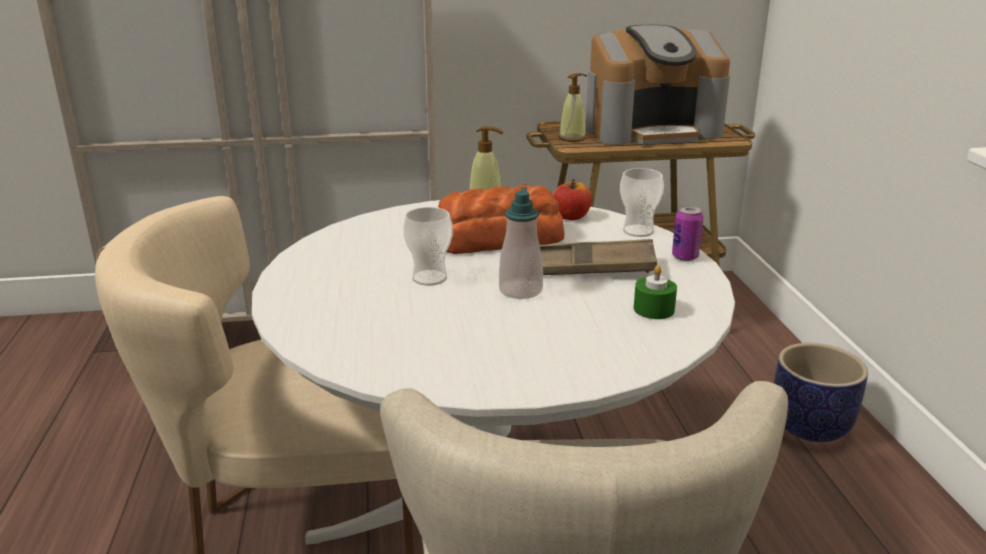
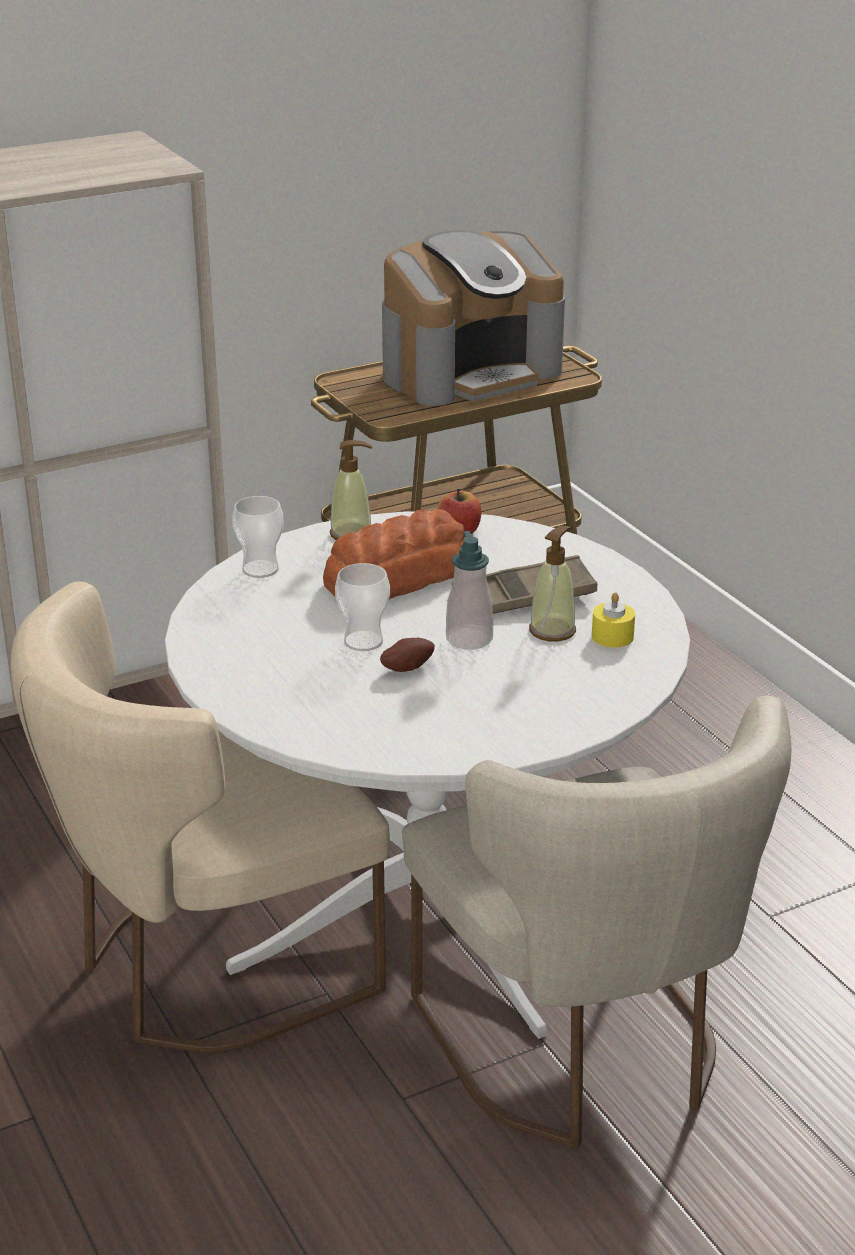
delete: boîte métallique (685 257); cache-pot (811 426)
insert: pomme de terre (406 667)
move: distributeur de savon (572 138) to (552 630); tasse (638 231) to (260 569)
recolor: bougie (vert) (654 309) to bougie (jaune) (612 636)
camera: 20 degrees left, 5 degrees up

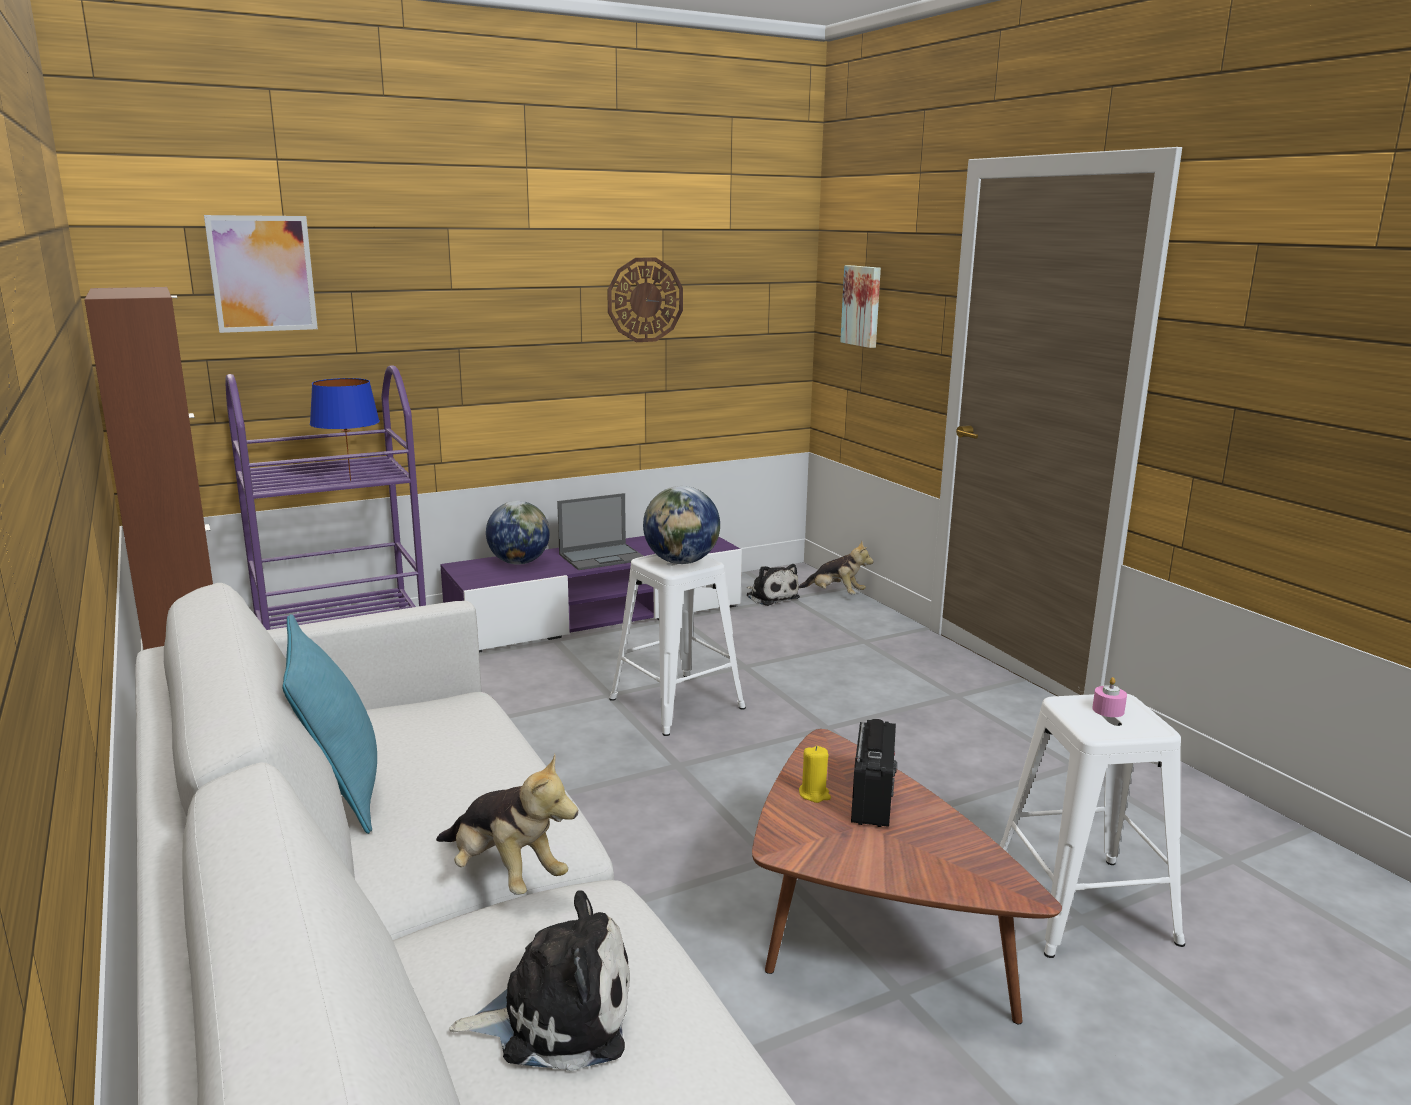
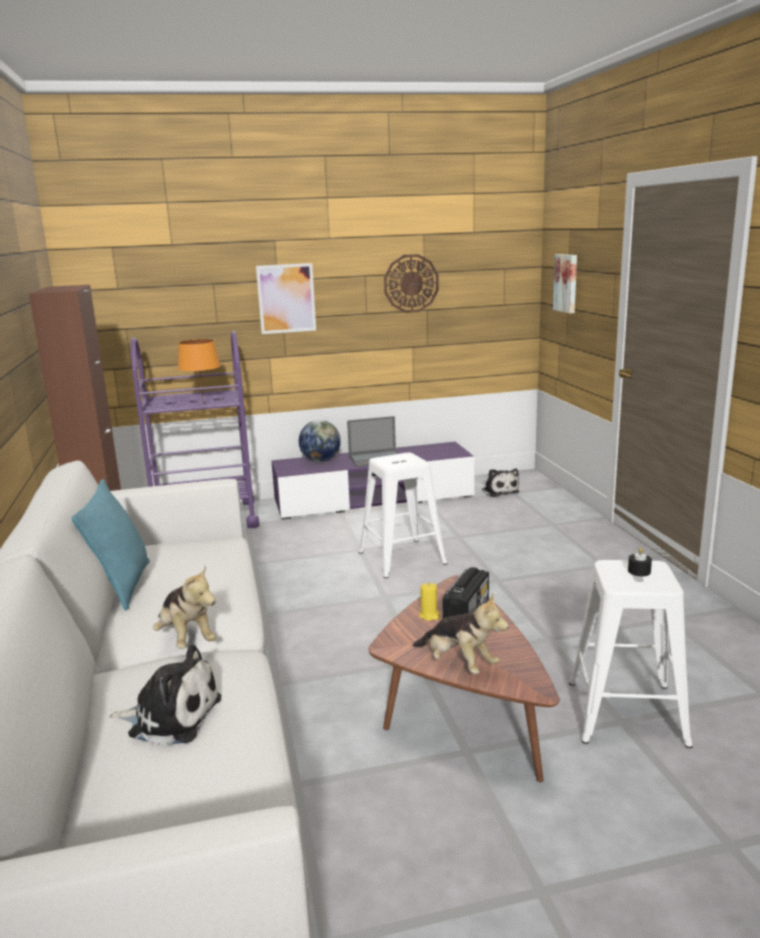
delete: globe (681 562)
move: tableau (262 274) to (286 298); peluche (835 594) to (458 664)
recolor: lampe de table (bleu) (350 481) to lampe de table (orange) (203 404); bougie (rose) (1108 710) to bougie (noir) (639 571)
camera: 15 degrees right, 0 degrees up

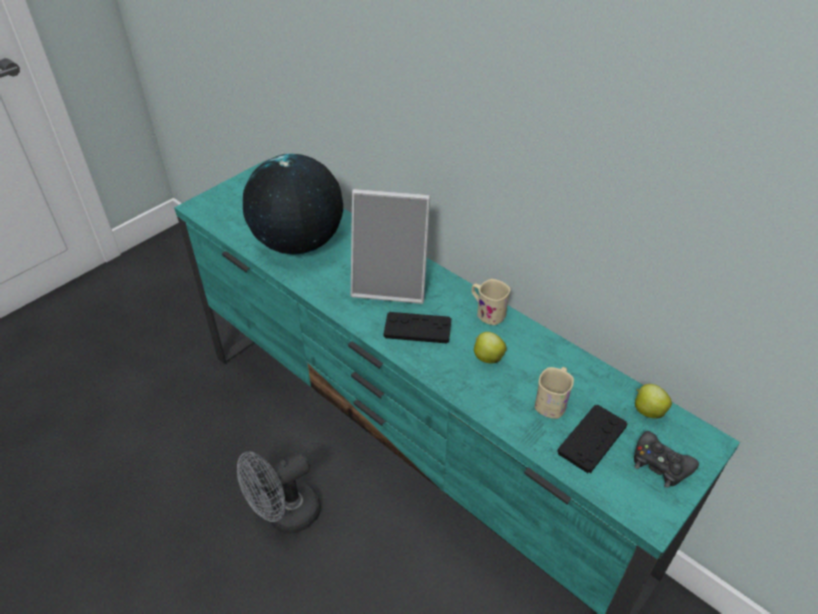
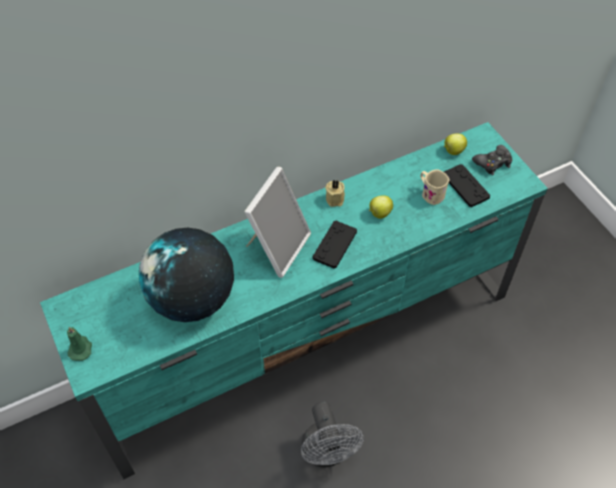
insert: bougie (vert) (80 348)
replace: mug (beige) (487 312) to bougie (beige) (335 198)
camera: 70 degrees left, 10 degrees up

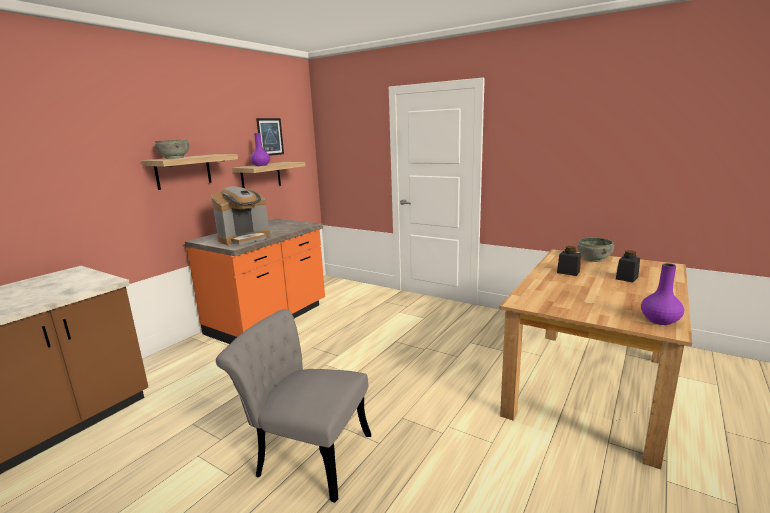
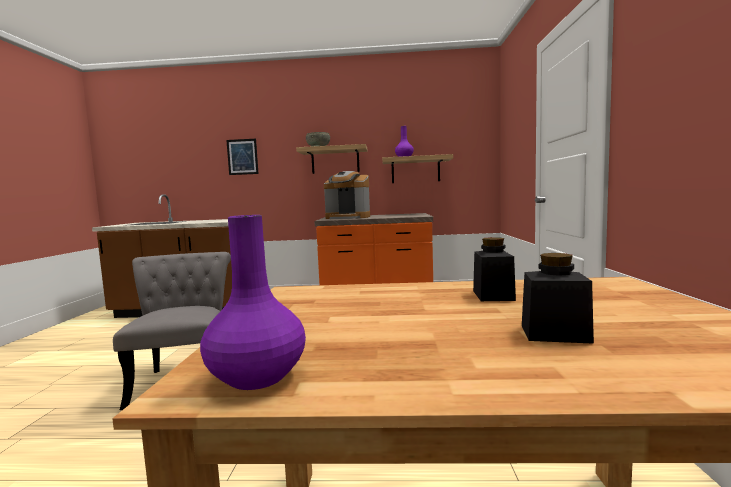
delete: bol (gris) (594 259)
move: tableau (270 137) to (242 157)
camera: 60 degrees right, 10 degrees down

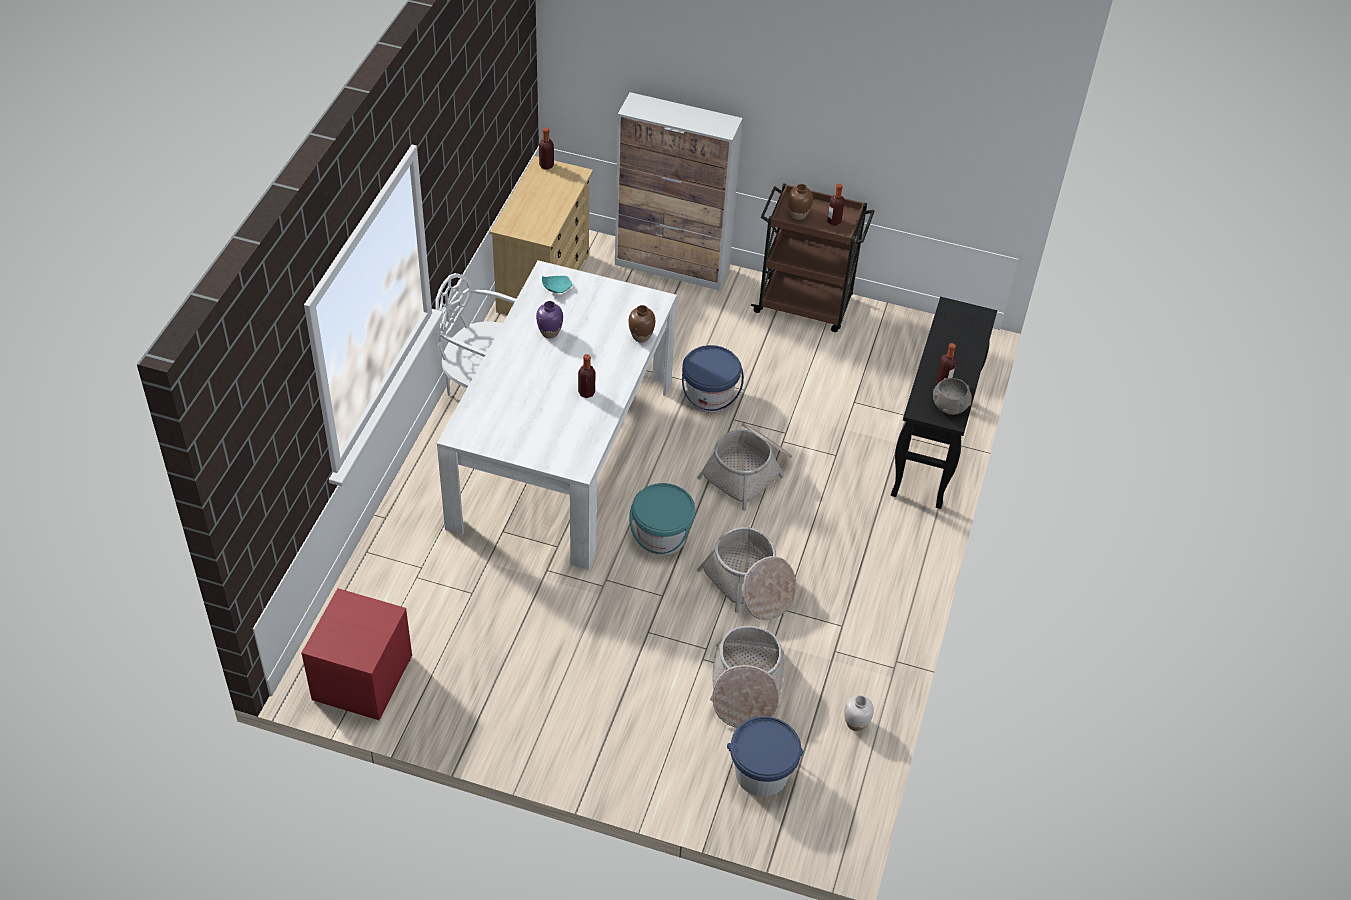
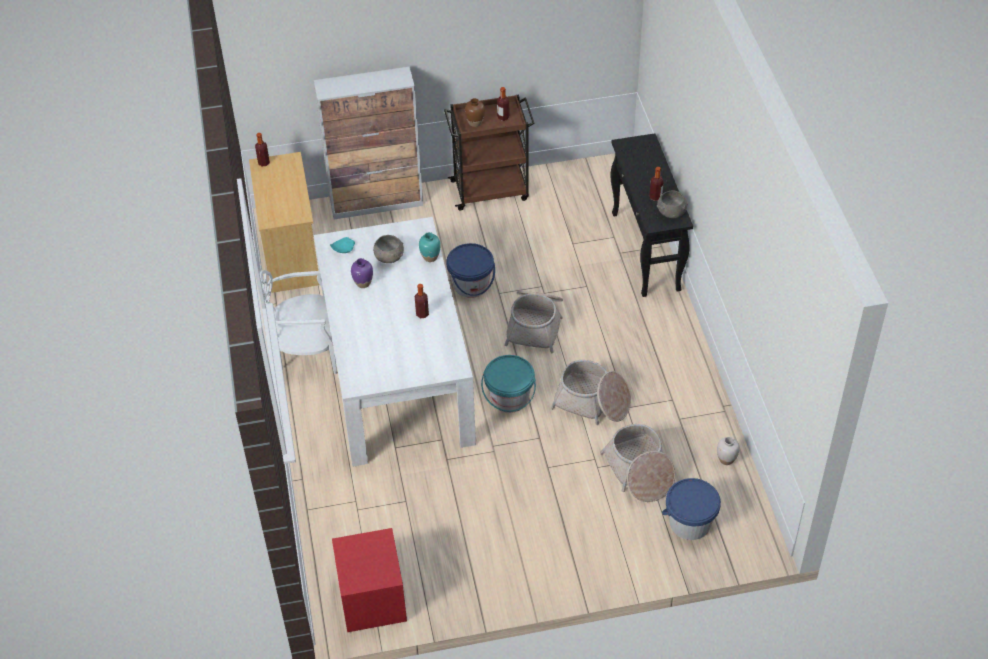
insert: bol (gris) (389 257)
recolor: vase (marron) (641 337) to vase (turquoise) (430 257)
camera: 25 degrees left, 0 degrees up

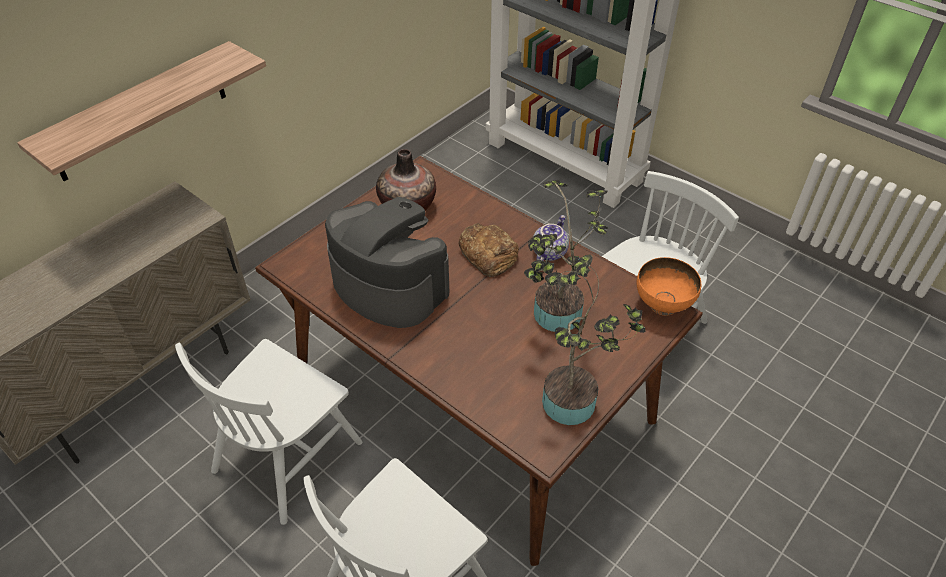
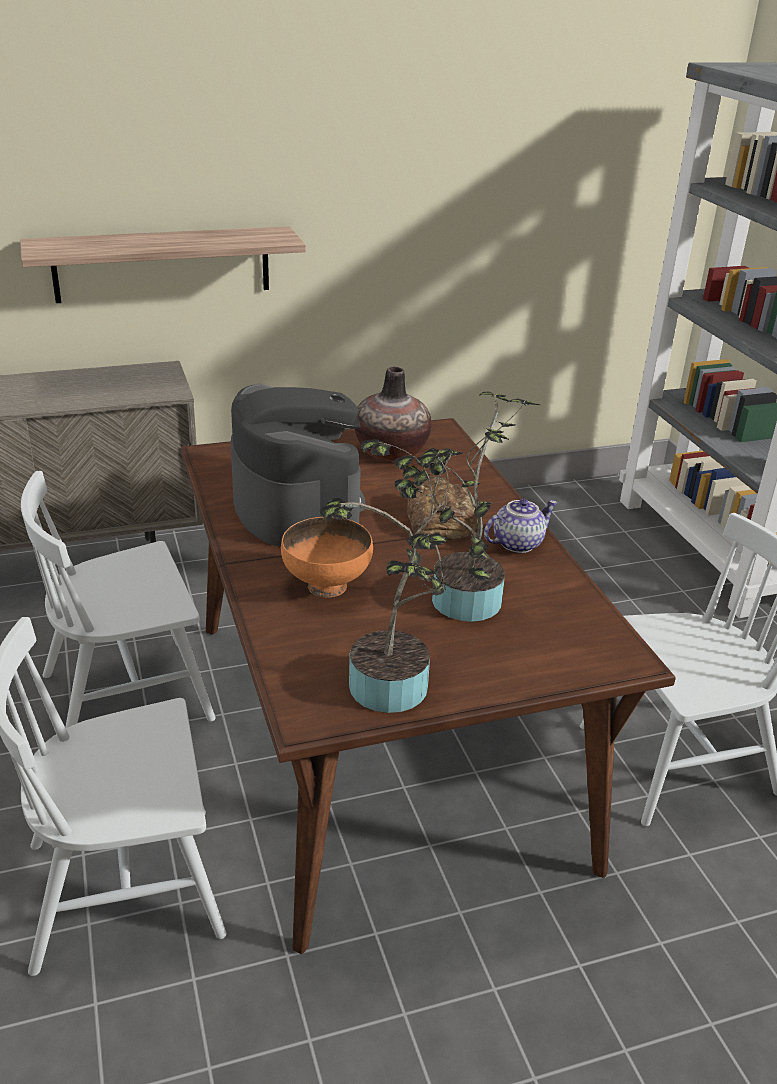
move: bol (orange) (662 305) to (327 585)
camera: 30 degrees right, 15 degrees down

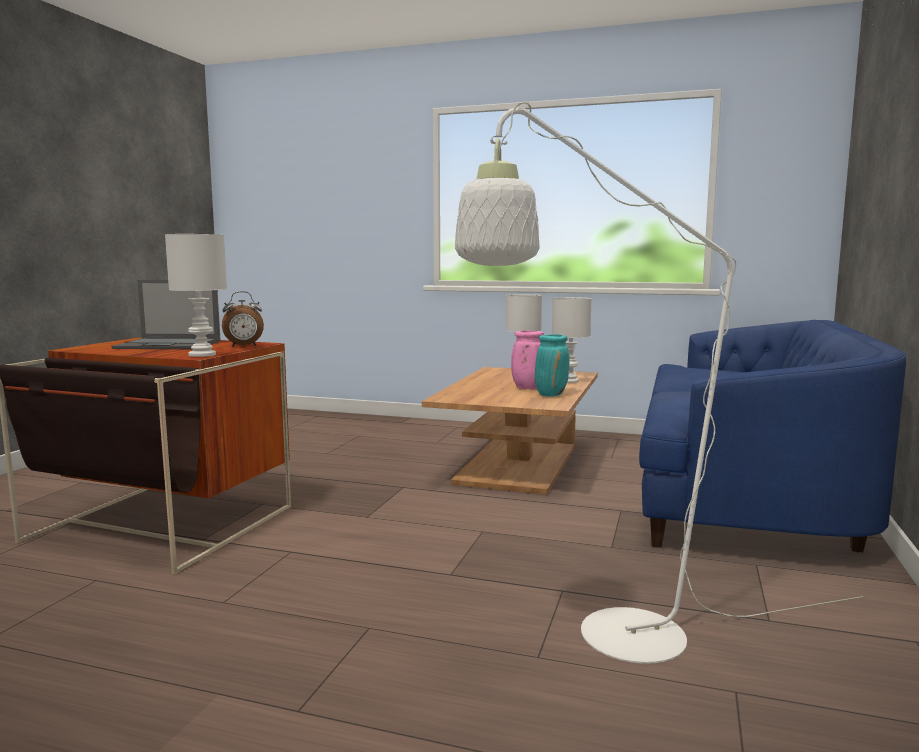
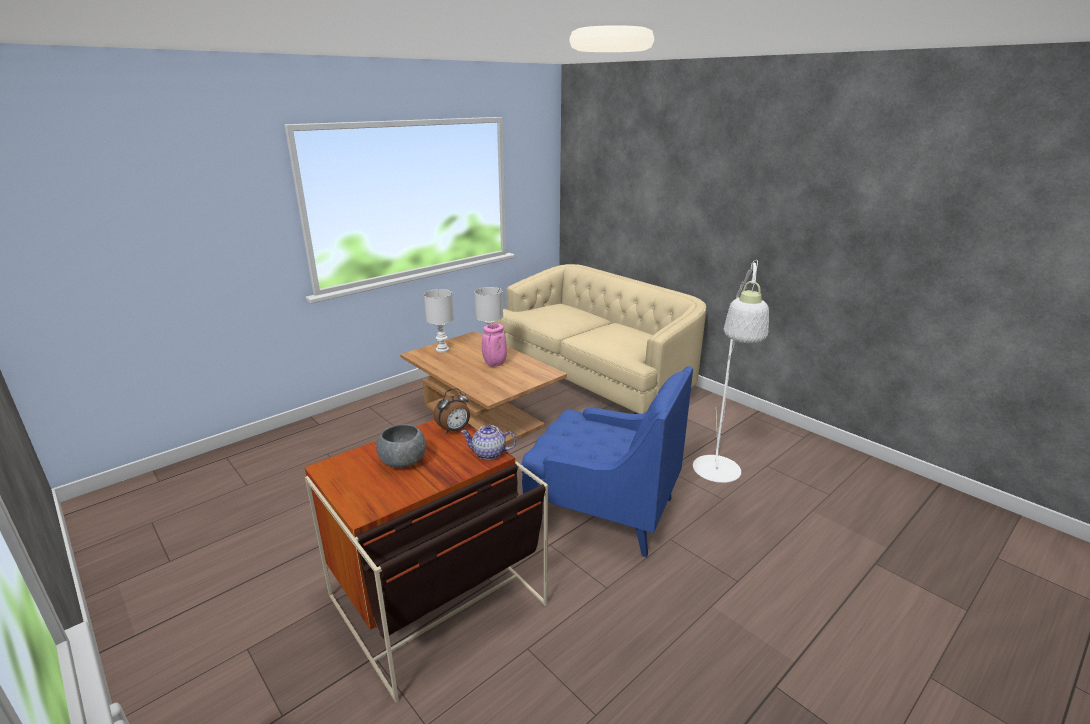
delete: vase (turquoise) (551 395)
insert: fauteuil (bleu) (602 510)
replace: ordinateur portable (169 345) to bol (gris) (403 461); lampe de table (blanc) (201 355) to théière (489 453)
recolor: canapé (bleu) (742 491) to canapé (beige) (594 376)
rotate: réveil (244 346) = (454 430) 45 degrees clockwise
camera: 60 degrees left, 15 degrees up

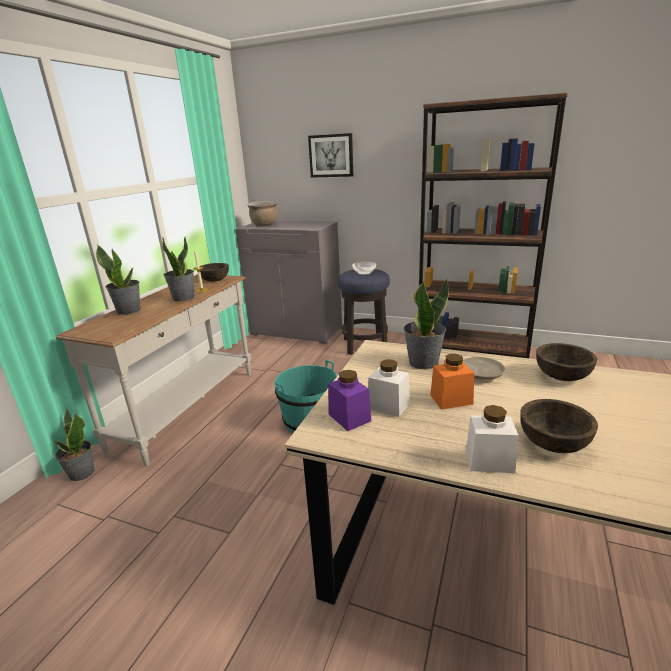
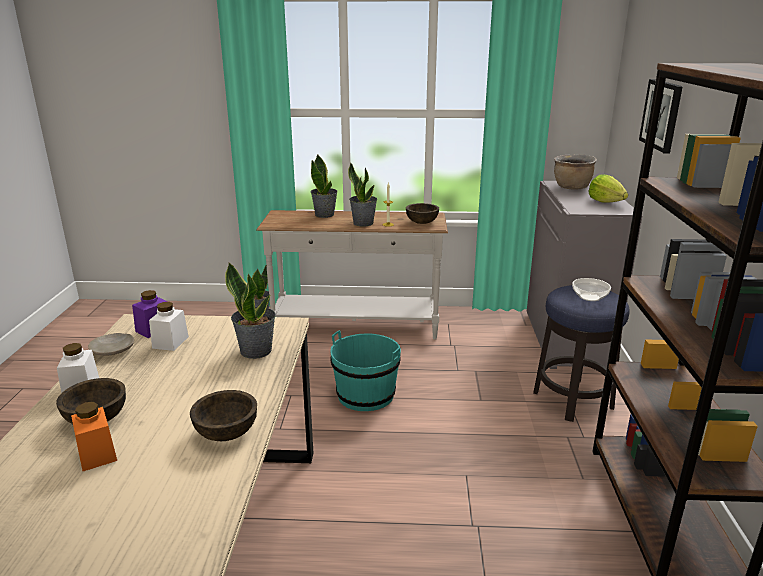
insert: laitue (605 201)
move: bocal (orange) (451 399) to (97 454); assiette (beige) (481 374) to (113 350)
camera: 70 degrees right, 0 degrees up

